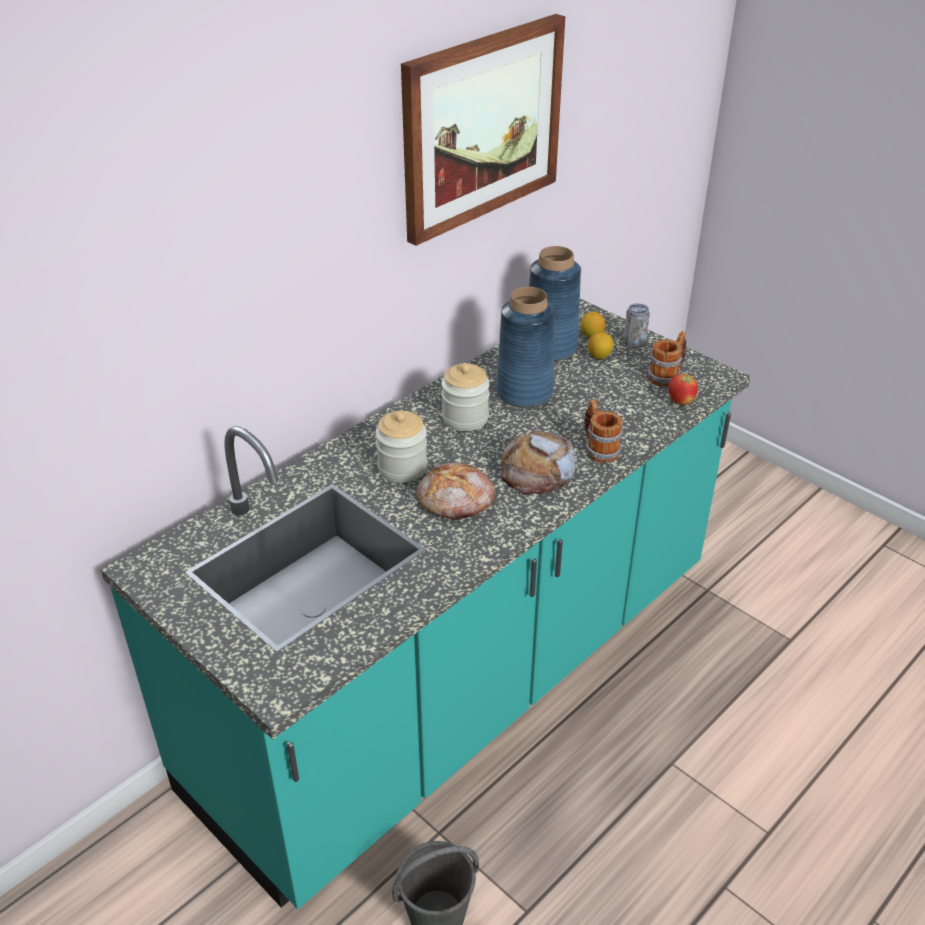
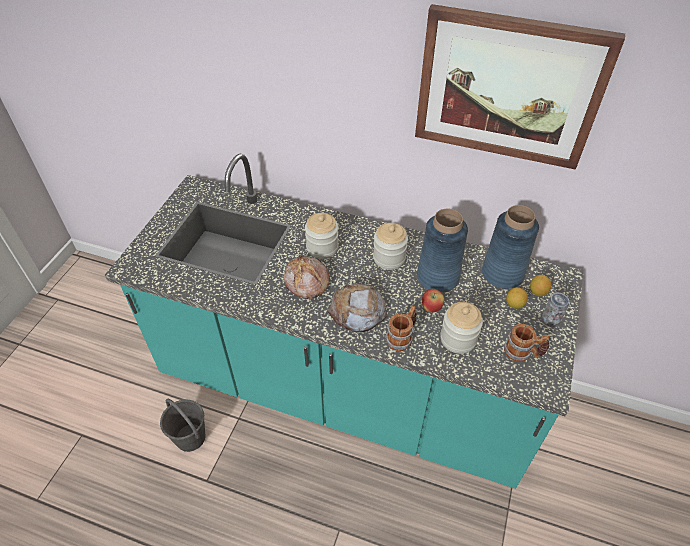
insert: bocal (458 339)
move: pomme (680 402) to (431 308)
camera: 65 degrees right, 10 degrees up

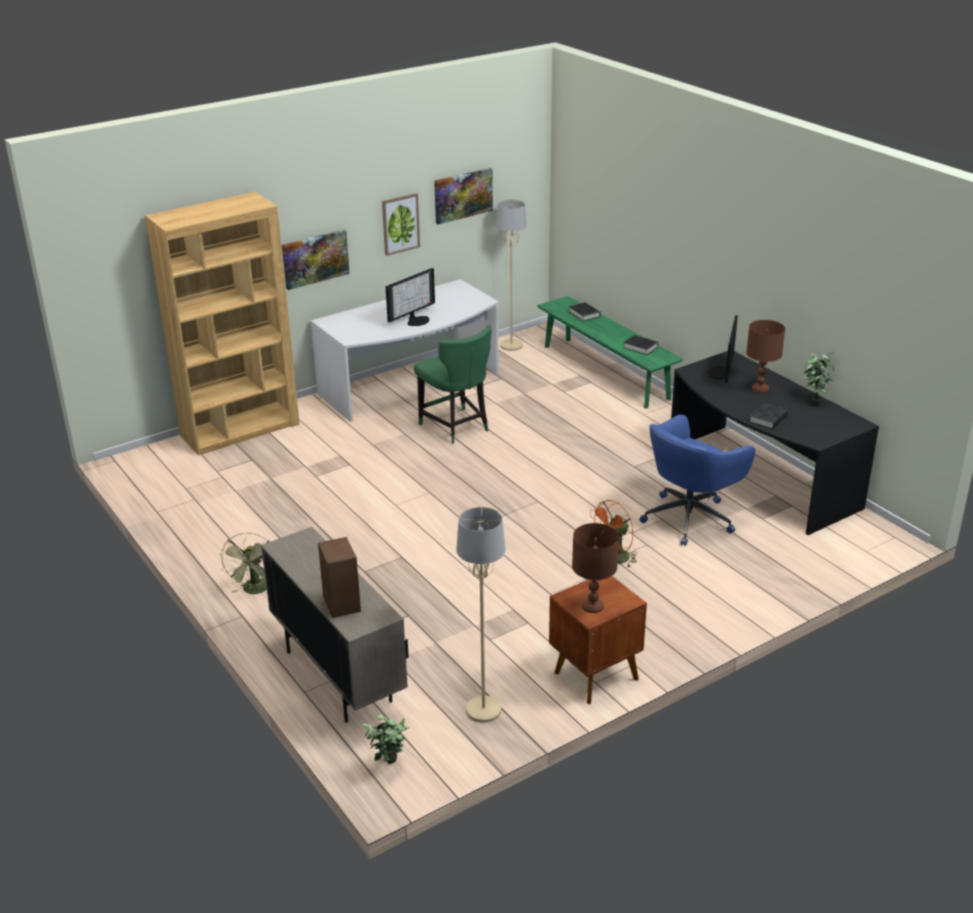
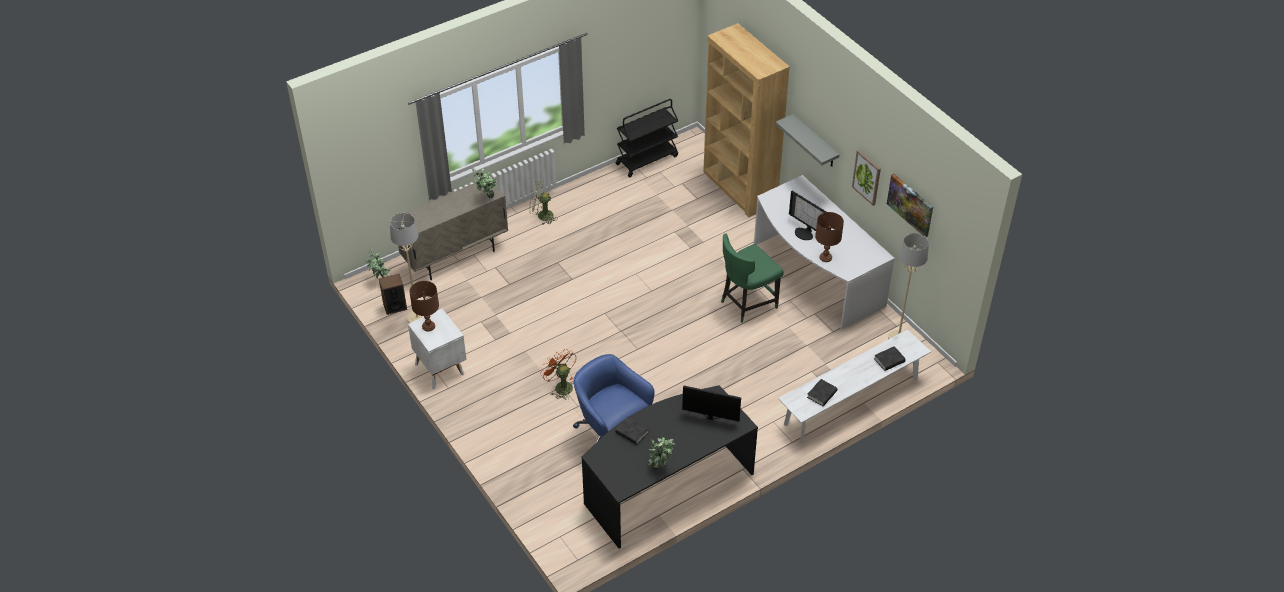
insert: plante en pot (486 198); chariot (noir) (647 160)
move: enceinte (341 604) to (395 306); lampe de table (marron) (759 388) to (826 257)
replace: tableau (315 259) to étagère (gris) (814 142)
recolor: banc (vert) (605 372) to banc (blanc) (851 401); table de chevet (marron) (594 675) to table de chevet (blanc) (440 368)
camera: 90 degrees right, 15 degrees up

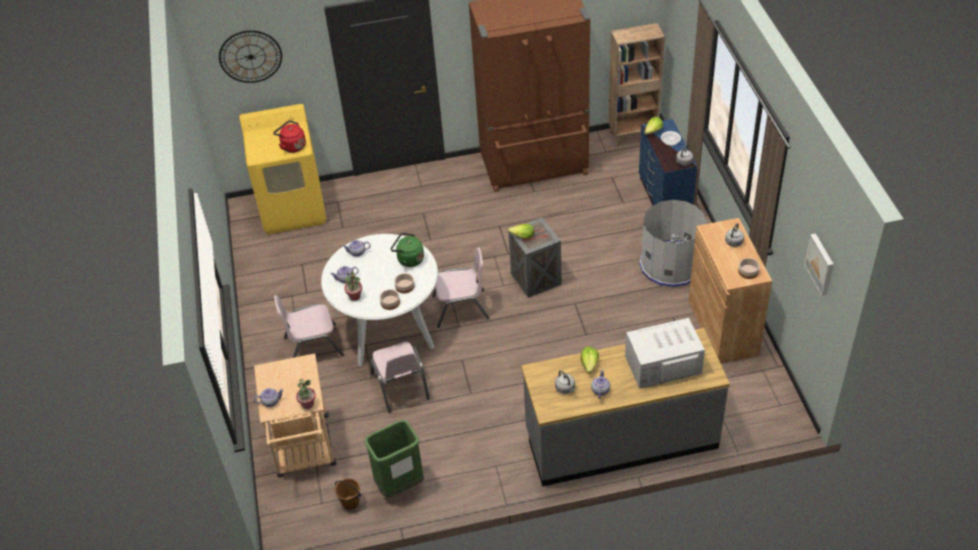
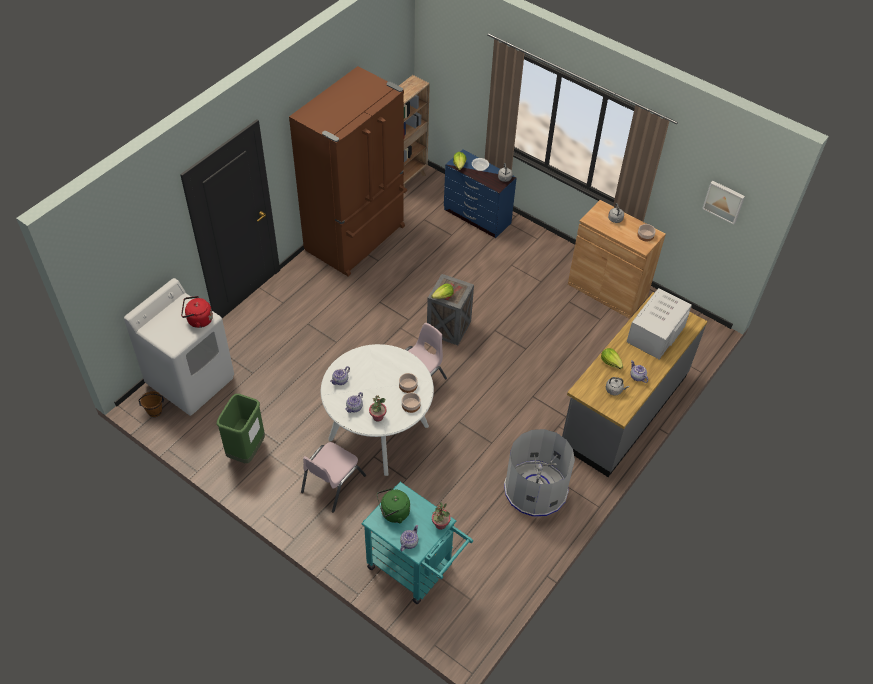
delete: horloge murale (250 56); chaise (rose) (400 386)
move: seau (marron) (350 503) to (155 411); poubelle (vert) (400 485) to (246 450); bouilloire (vert) (409 259) to (393 513); poubelle (gris) (671 265) to (535 489)
recolor: lave-linge (jaune) (293 208) to lave-linge (blanc) (191 380); chariot (beige) (304 451) to chariot (turquoise) (415 570)
camera: 45 degrees left, 5 degrees up

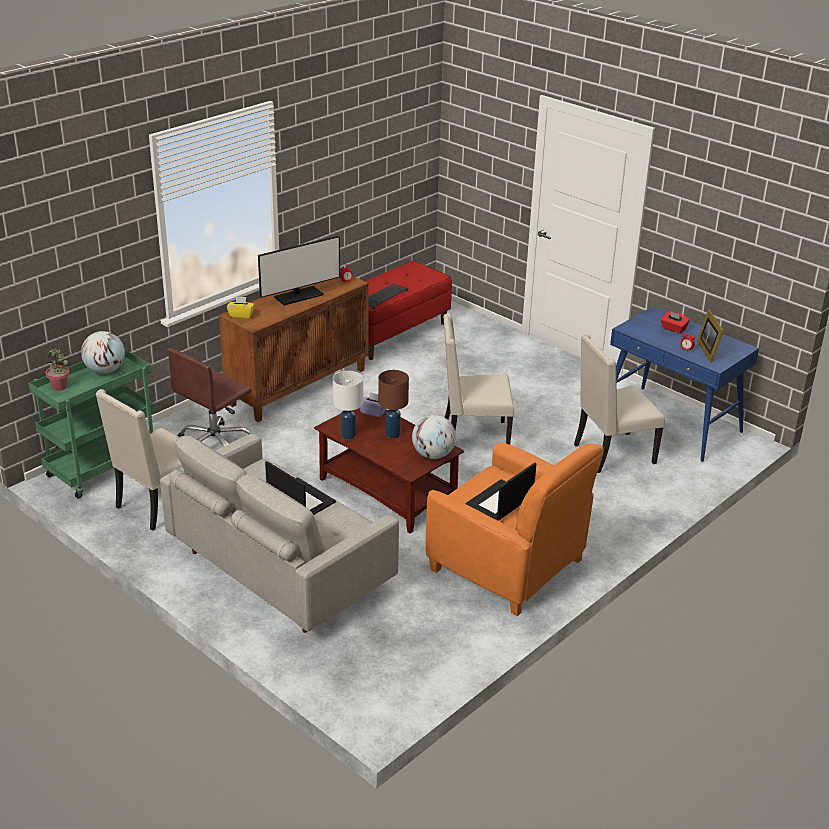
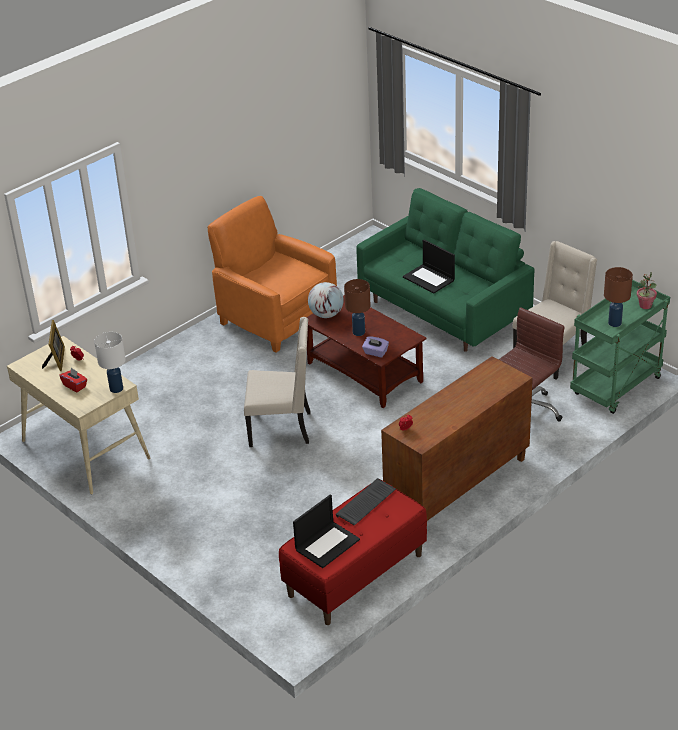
delete: boîte à mouchoirs (jaune) (241 315); écran d'ordinateur (298 296); chaise (beige) (612 454)
move: lampe de table (blanc) (348 435) to (116 388); ordinateur portable (499 502) to (327 544)
replace: globe (105 371) to lampe de table (marron) (615 323)
recolor: canapé (gris) (280 569) to canapé (vert) (444 311); bureau (bleu) (671 423) to bureau (beige) (84 450)
camera: 175 degrees left, 5 degrees up

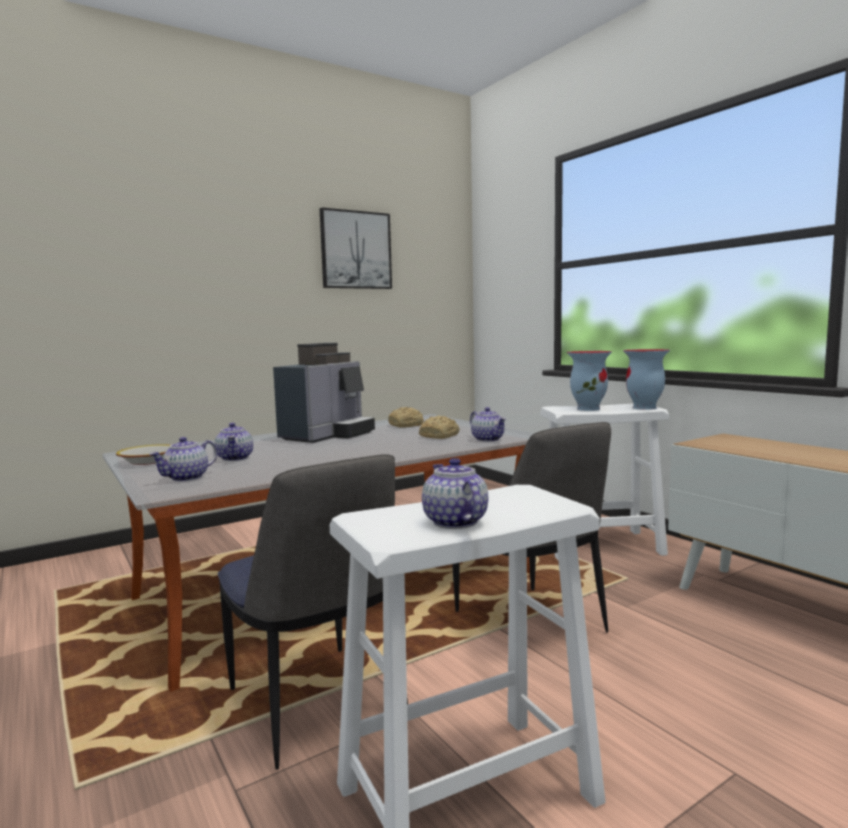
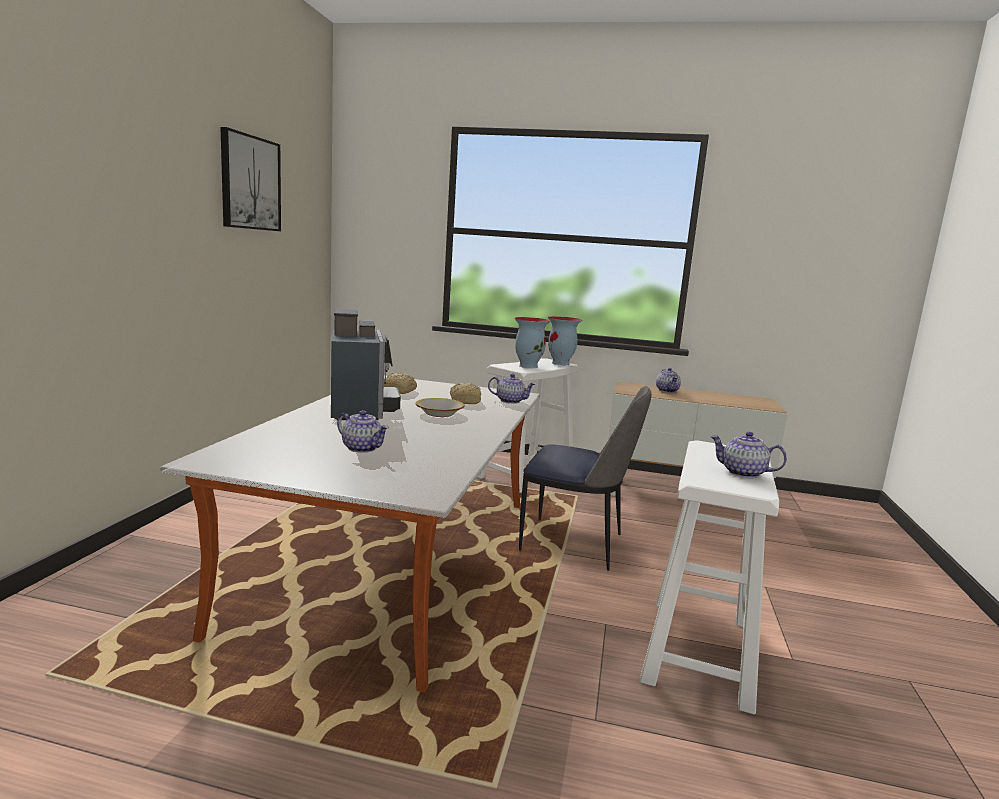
delete: chaise (317 705)
move: bol (148 461) to (439 413); théière (186 478) to (667 391)
camera: 45 degrees left, 5 degrees up

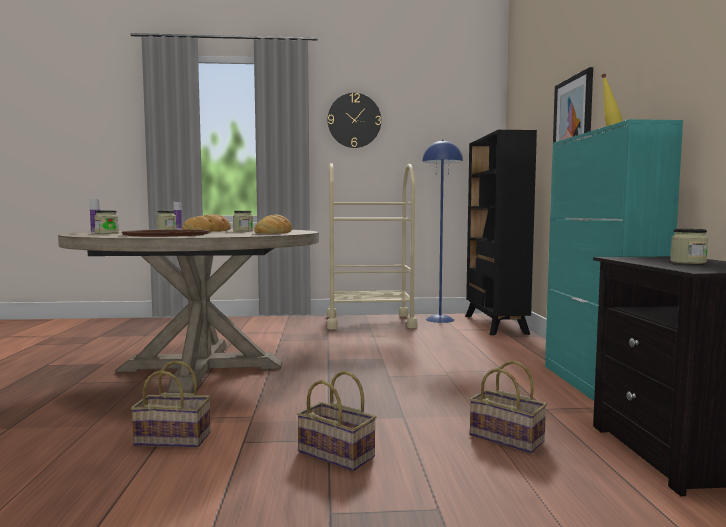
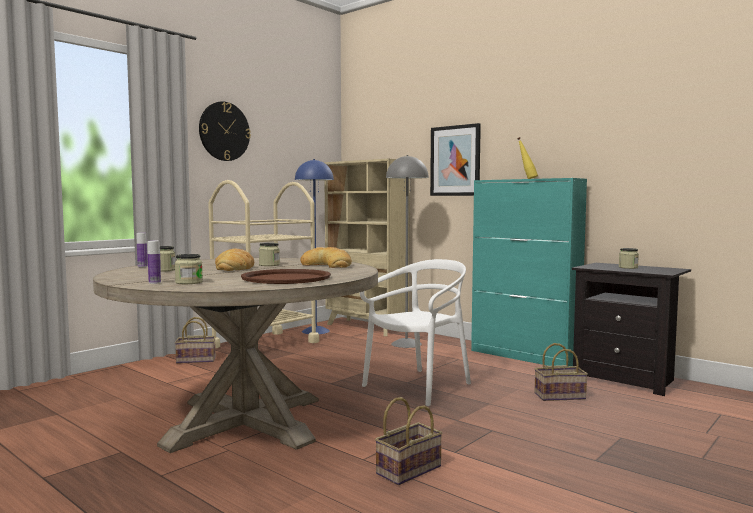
insert: chaise (blanc) (418 386); lampadaire (gris) (406 344)
move: panier (338 454) to (197 360)
recolor: bibliothèque (noir) (495 325) to bibliothèque (beige) (366 327)
camera: 45 degrees left, 0 degrees up

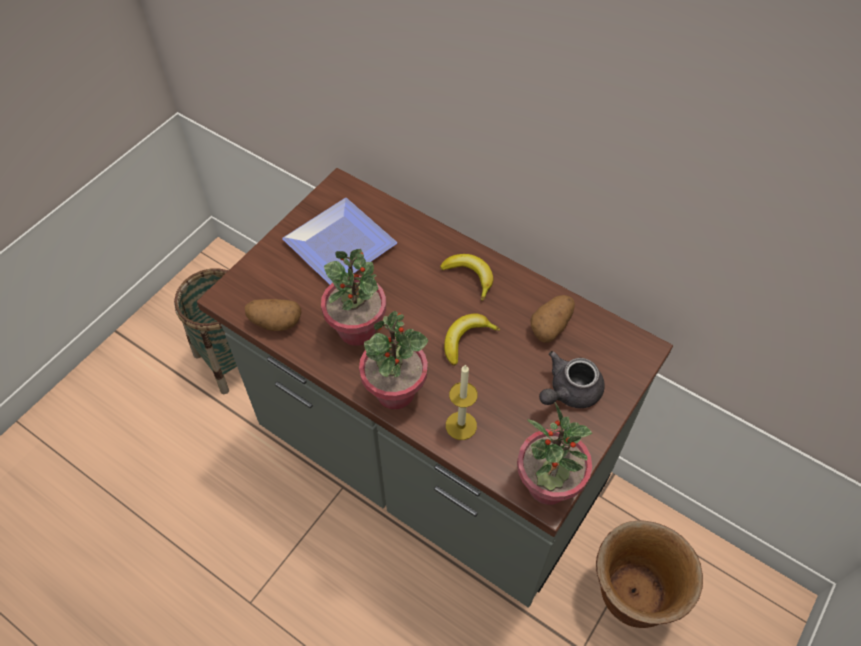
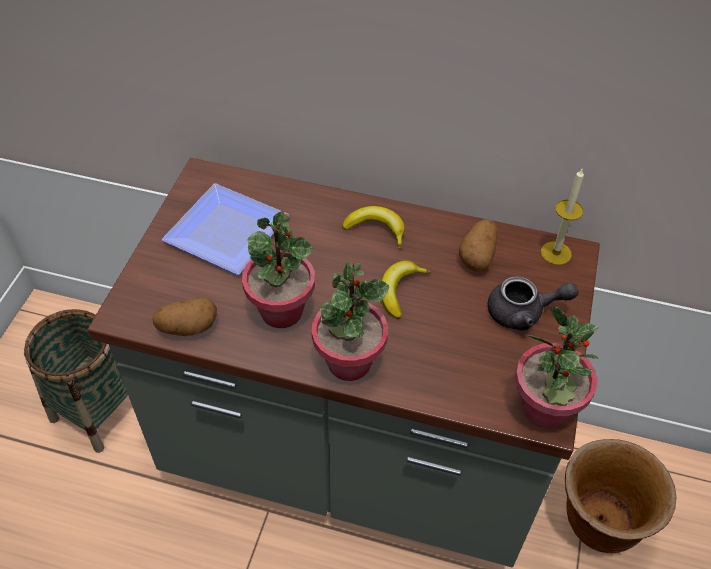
move: bougie (461 425) to (556 253)
rotate: théière (gris) (569 392) = (523 312) 120 degrees counterclockwise
camera: 20 degrees left, 5 degrees down

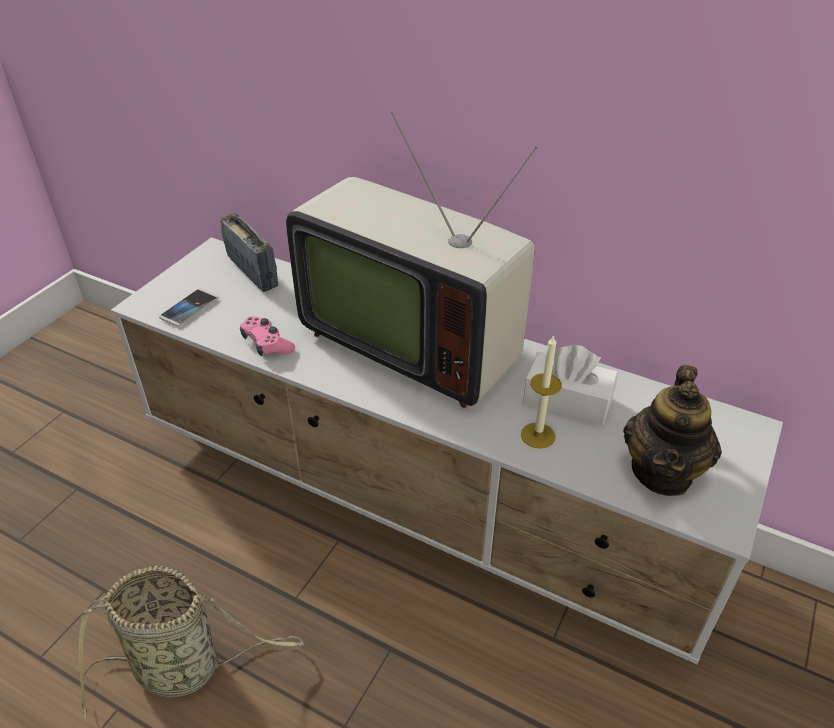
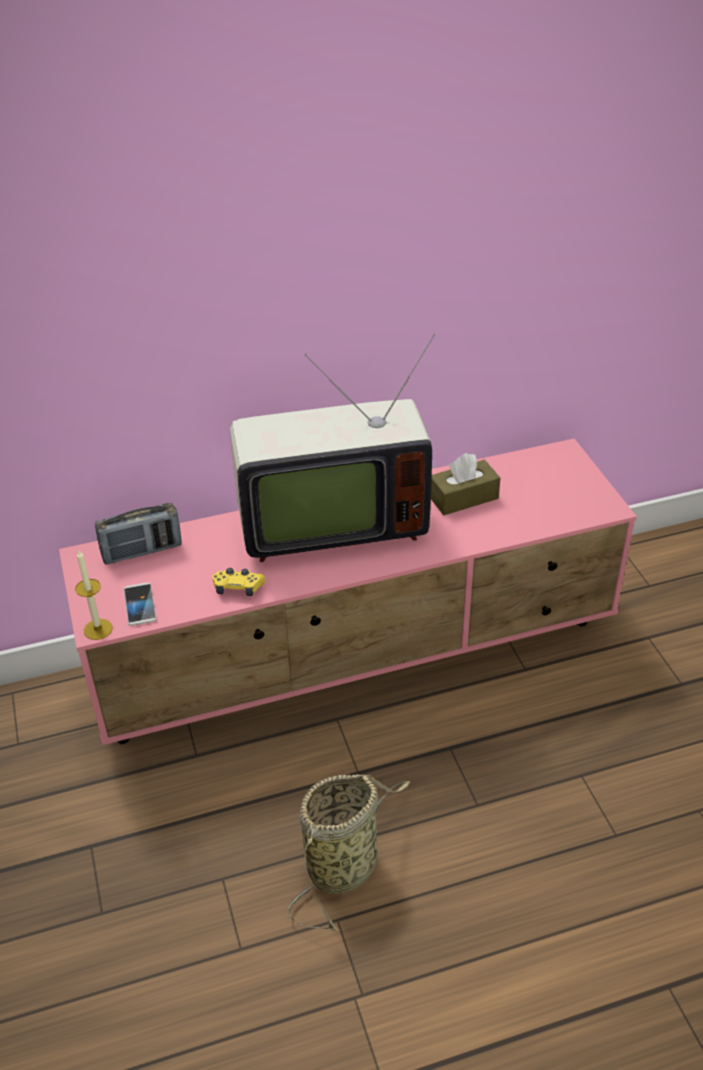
delete: théière (662 472)
move: bougie (538 435) to (98 629)
recolor: meuble télé (blanc) (420 502) to meuble télé (rose) (357 657); manette (rose) (267 344) to manette (jaune) (238 588); boîte à mouchoirs (blanc) (567 400) to boîte à mouchoirs (marron) (463 497)
rotate: radio (252 272) = (142 551) 150 degrees clockwise
camera: 45 degrees left, 0 degrees up

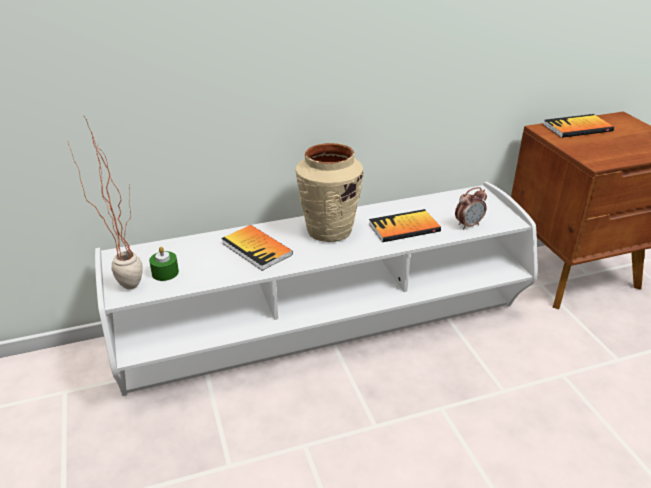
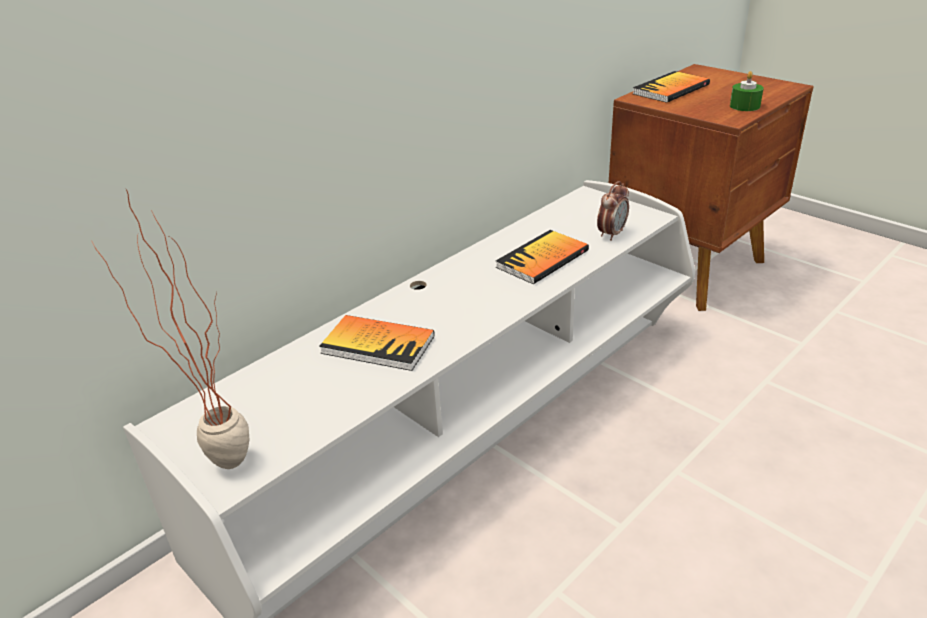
delete: vase (beige) (329 231)
move: bougie (vert) (165 273) to (744 106)
camera: 25 degrees left, 0 degrees up

